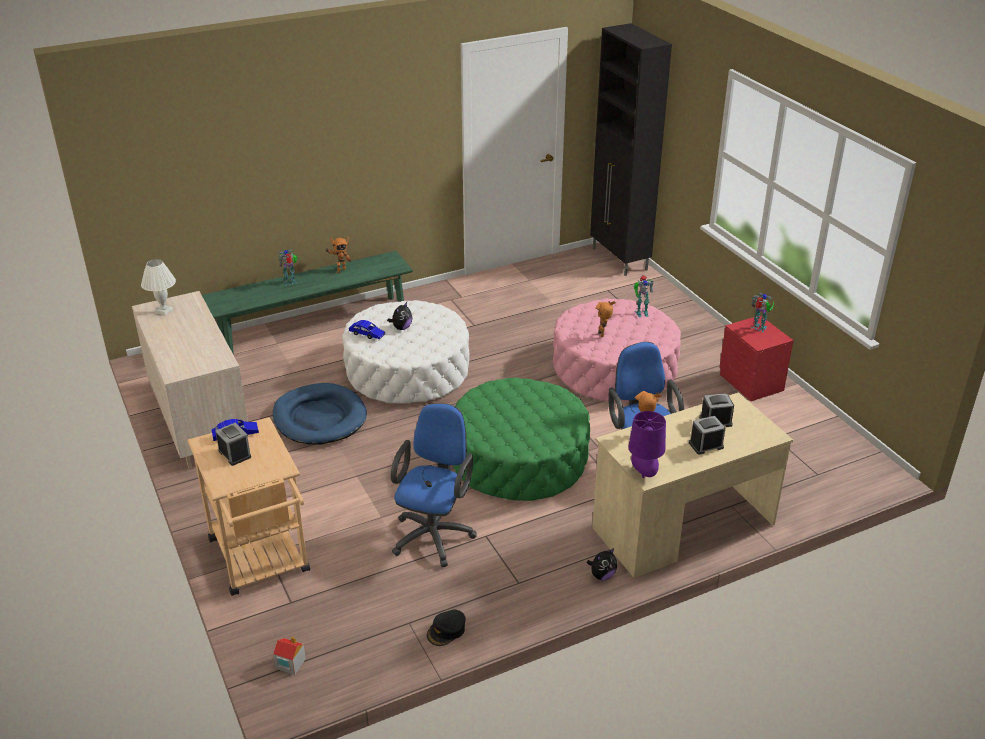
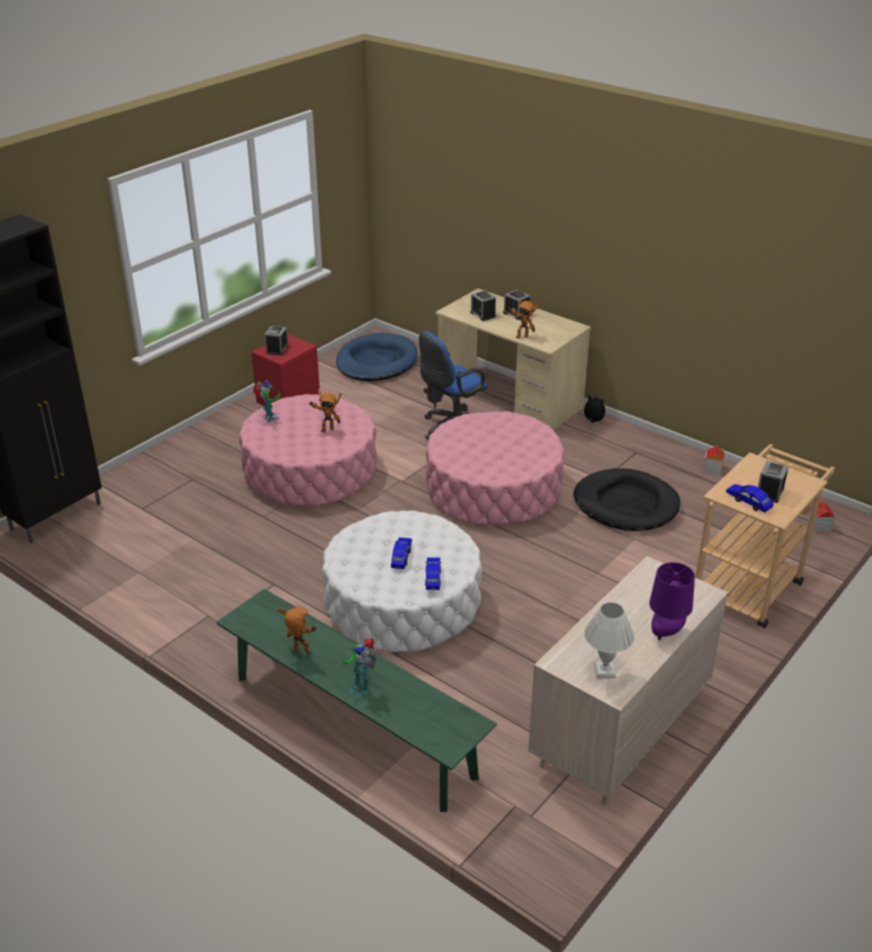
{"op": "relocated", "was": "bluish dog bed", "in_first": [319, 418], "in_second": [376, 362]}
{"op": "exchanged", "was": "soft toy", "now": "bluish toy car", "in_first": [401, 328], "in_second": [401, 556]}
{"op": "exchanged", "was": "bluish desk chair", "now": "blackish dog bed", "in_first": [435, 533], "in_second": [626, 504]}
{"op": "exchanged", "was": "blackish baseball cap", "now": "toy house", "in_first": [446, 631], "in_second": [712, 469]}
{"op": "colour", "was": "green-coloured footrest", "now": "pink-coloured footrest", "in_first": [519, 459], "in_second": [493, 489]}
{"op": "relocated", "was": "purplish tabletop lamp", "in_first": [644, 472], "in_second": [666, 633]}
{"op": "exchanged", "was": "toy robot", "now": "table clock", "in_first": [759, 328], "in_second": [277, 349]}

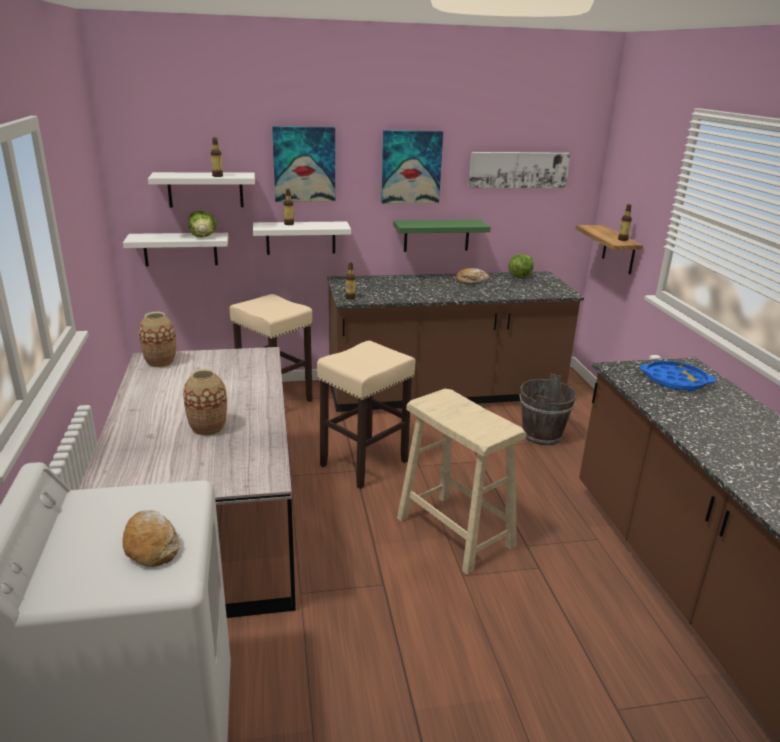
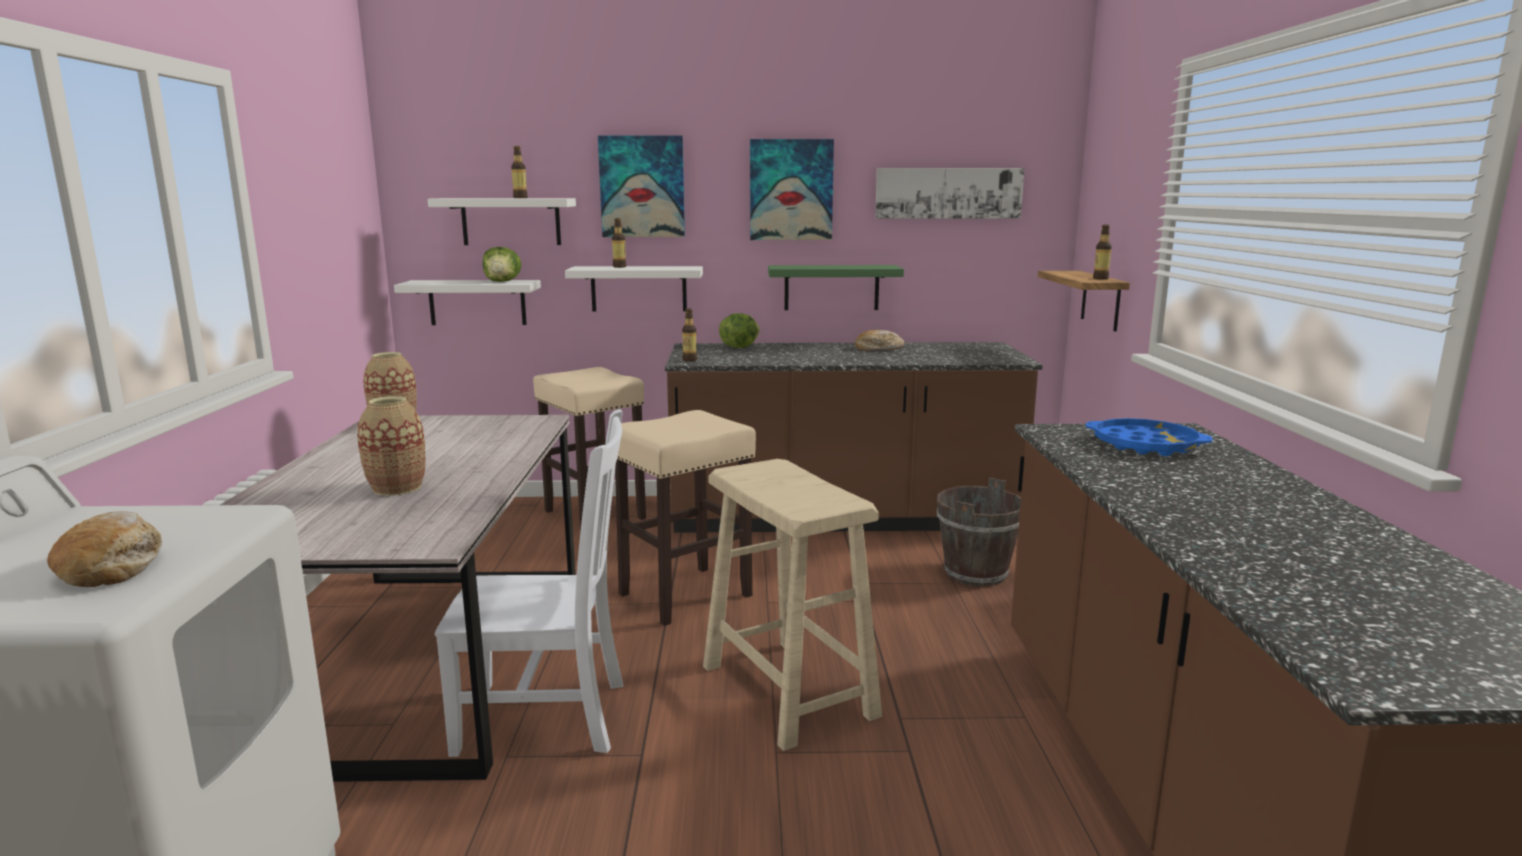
{"op": "relocated", "was": "lettuce head", "in_first": [519, 276], "in_second": [738, 347]}
{"op": "appeared", "now": "white-coloured upright chair", "in_second": [548, 717]}

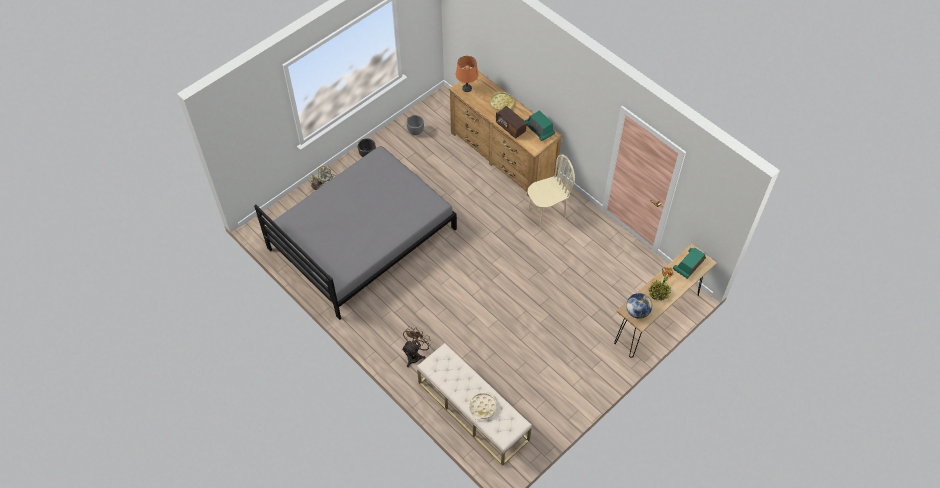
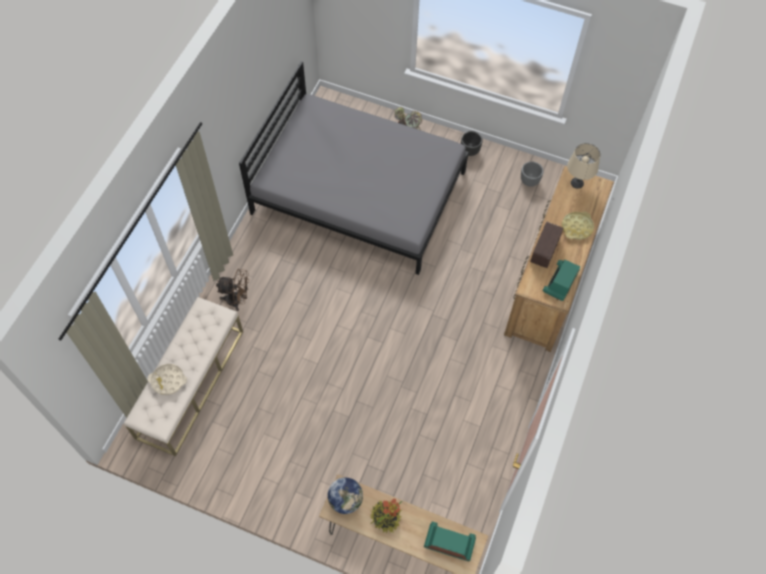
{"op": "colour", "was": "orangey tabletop lamp", "now": "beige tabletop lamp", "in_first": [467, 88], "in_second": [577, 183]}
{"op": "missing", "was": "beige upright chair", "in_first": [546, 213]}

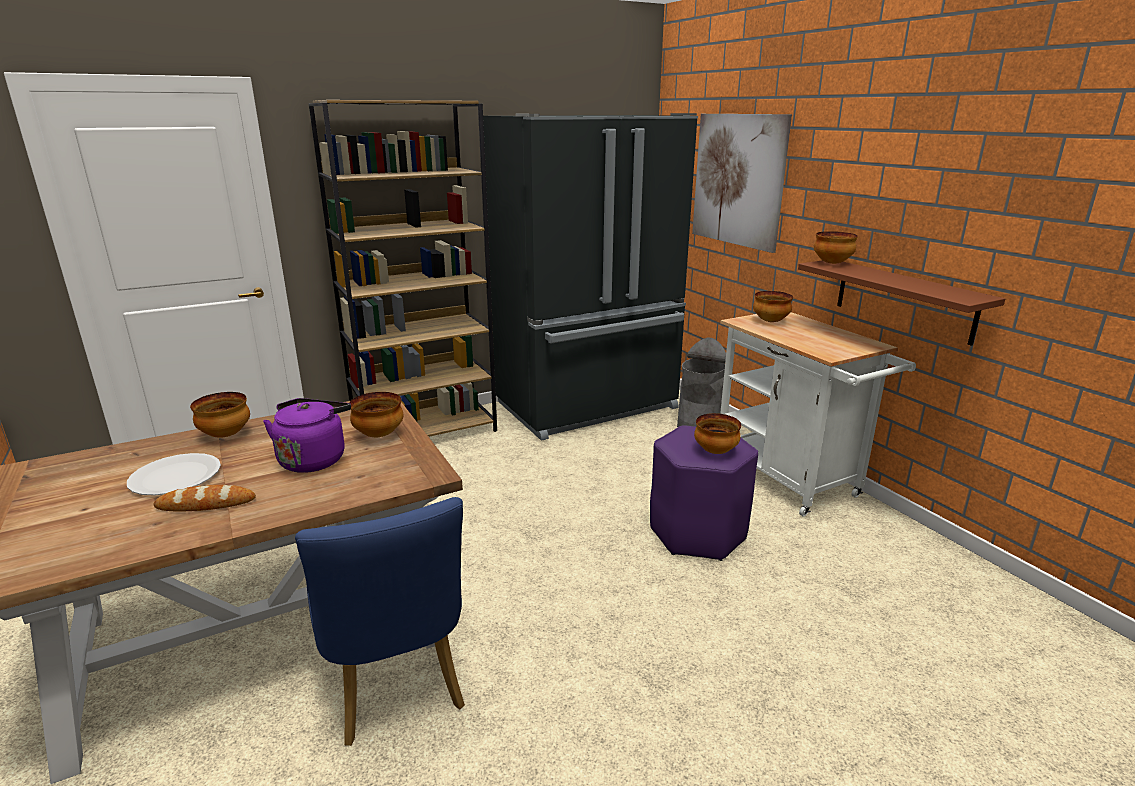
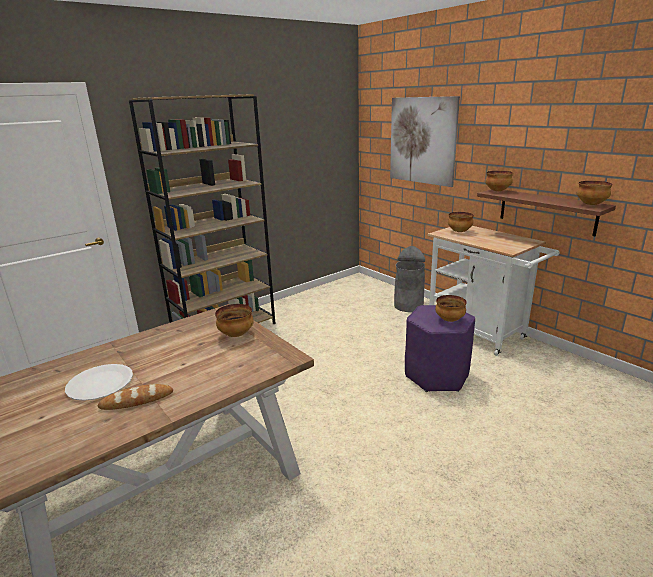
{"op": "relocated", "was": "deep dish", "in_first": [226, 435], "in_second": [591, 204]}
{"op": "missing", "was": "purplish water kettle", "in_first": [314, 459]}
{"op": "missing", "was": "bluish upright chair", "in_first": [396, 688]}
{"op": "missing", "was": "blackish kitchen fridge", "in_first": [589, 406]}

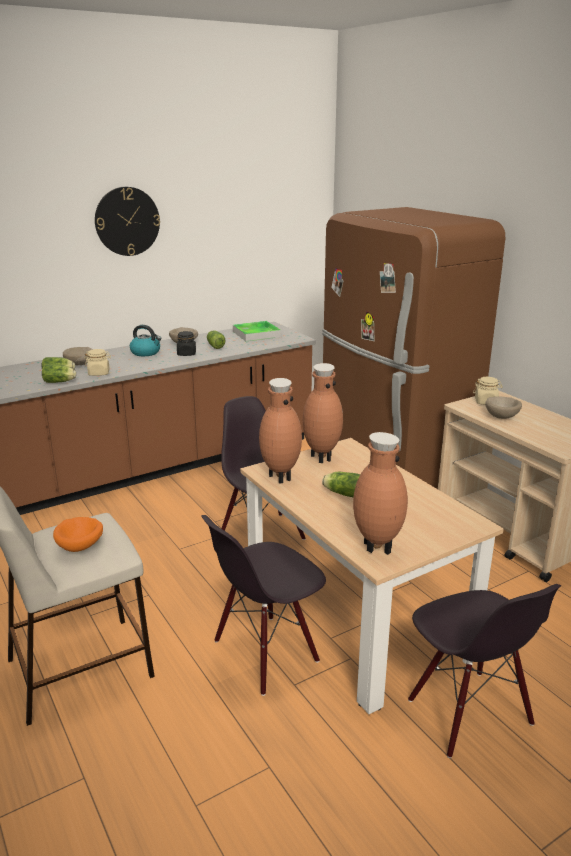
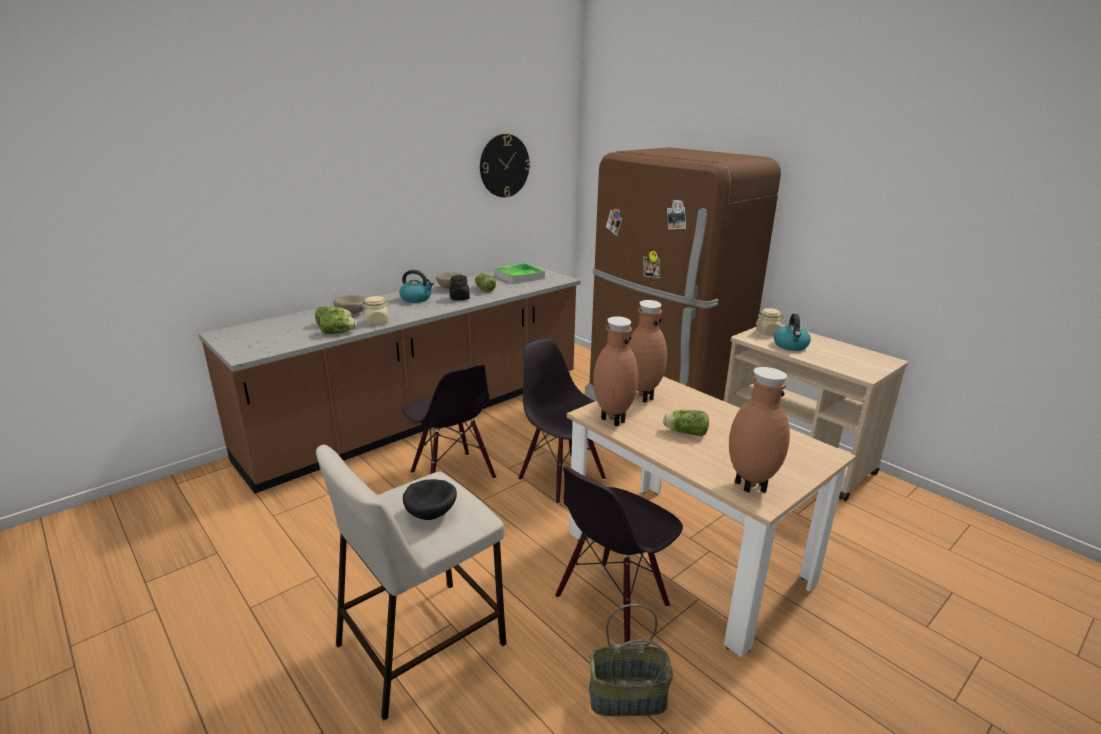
{"op": "colour", "was": "orangey deep dish", "now": "blackish deep dish", "in_first": [81, 546], "in_second": [432, 512]}
{"op": "relocated", "was": "wall clock", "in_first": [127, 221], "in_second": [504, 166]}
{"op": "relocated", "was": "blackish upright chair", "in_first": [468, 713], "in_second": [451, 476]}
{"op": "exchanged", "was": "beige deep dish", "now": "water kettle", "in_first": [502, 417], "in_second": [791, 346]}
{"op": "appeared", "now": "basket", "in_second": [627, 698]}

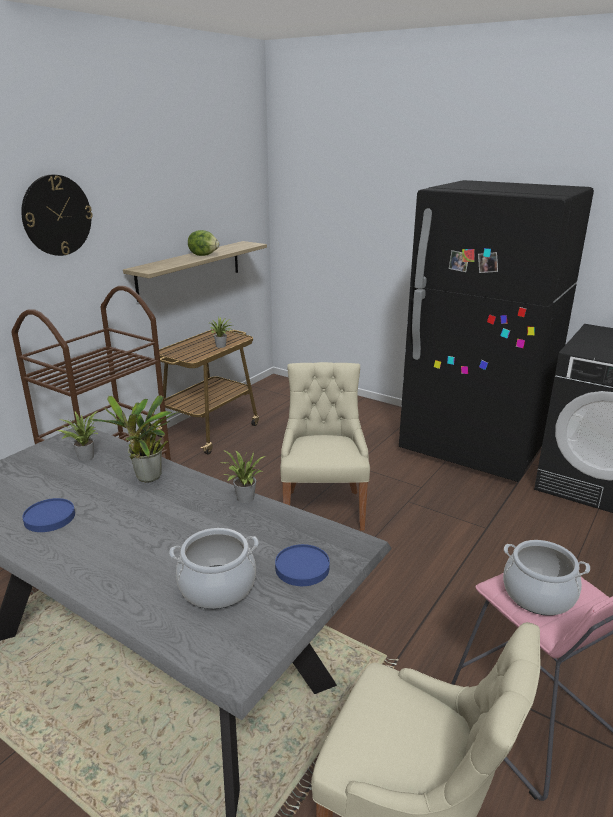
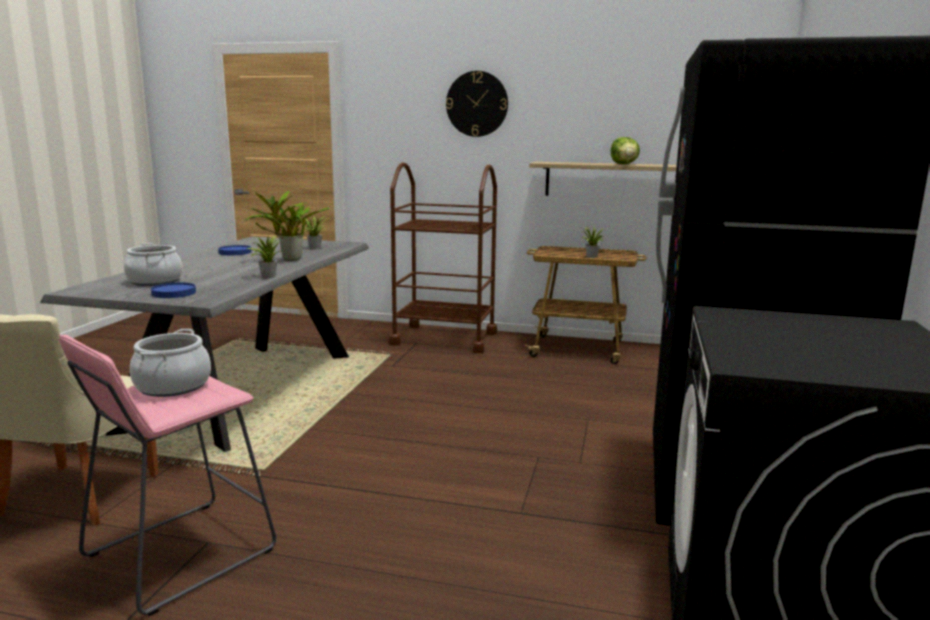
{"op": "missing", "was": "beige upright chair", "in_first": [323, 508]}

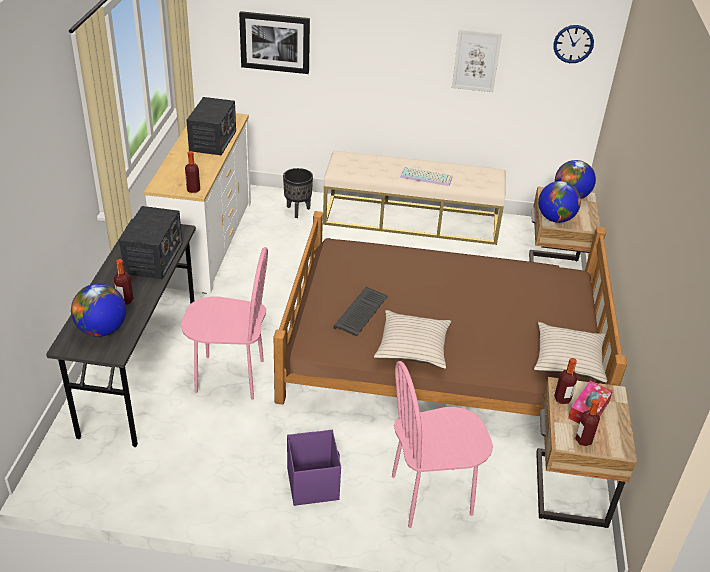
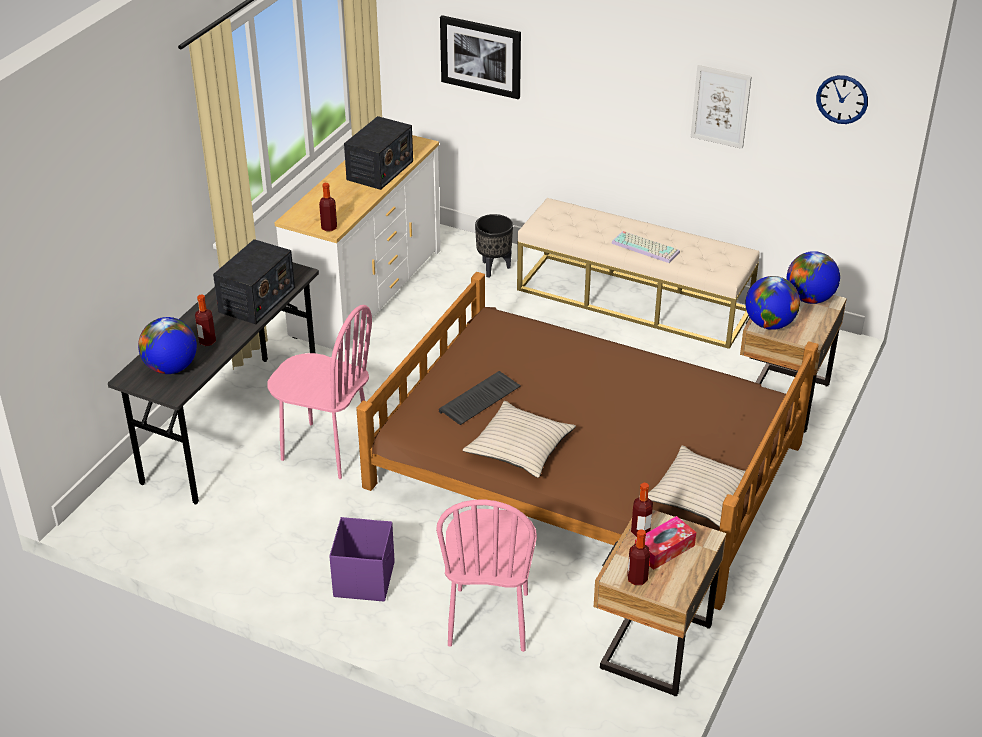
{"op": "spun", "was": "pink-coloured upright chair", "in_first": [431, 495], "in_second": [489, 619], "clockwise": -90}

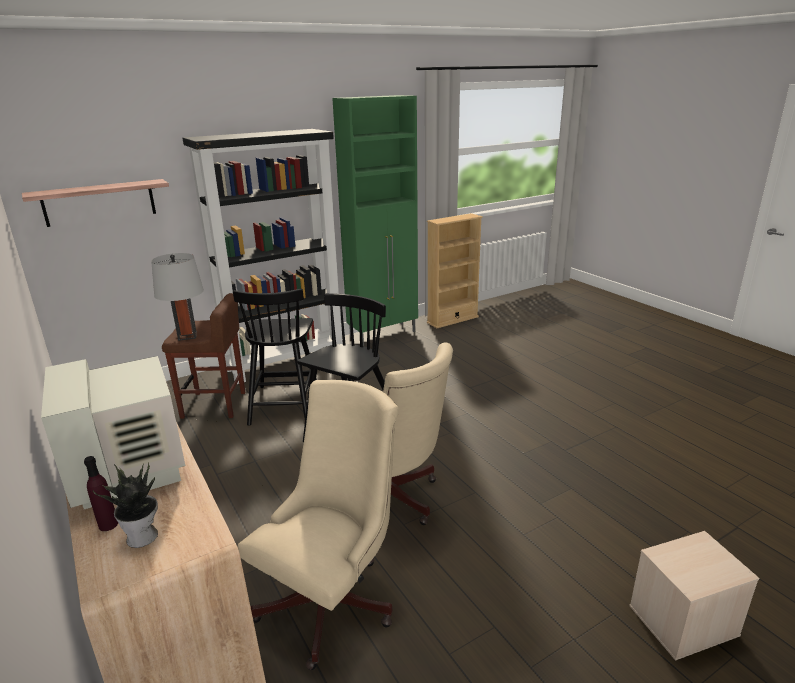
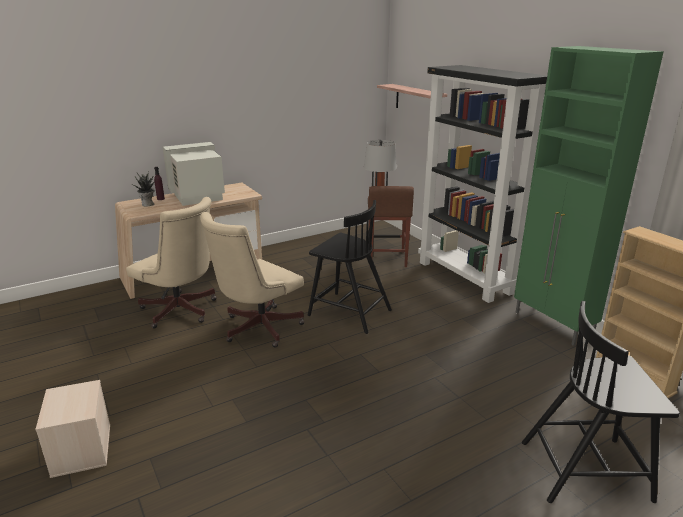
{"op": "relocated", "was": "blackish upright chair", "in_first": [284, 403], "in_second": [587, 470]}

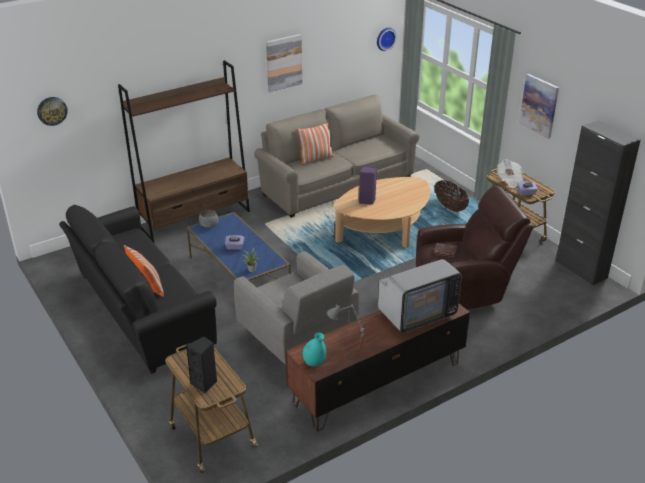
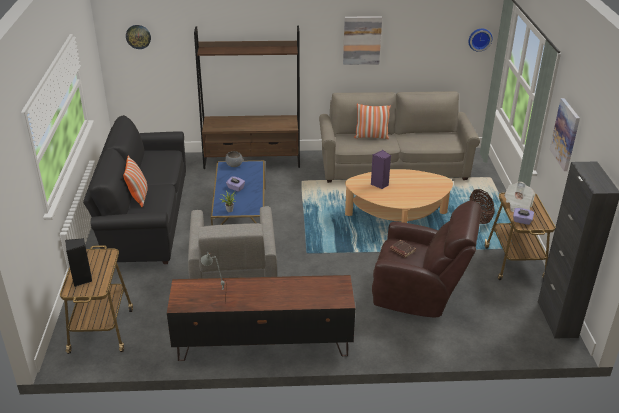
{"op": "missing", "was": "blue-green decorative vase", "in_first": [314, 362]}
{"op": "missing", "was": "TV set", "in_first": [417, 313]}

